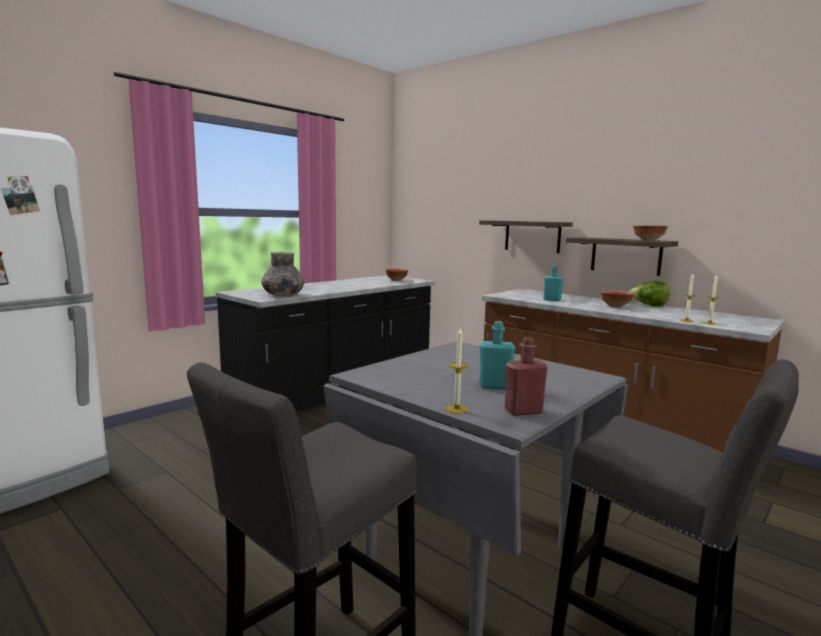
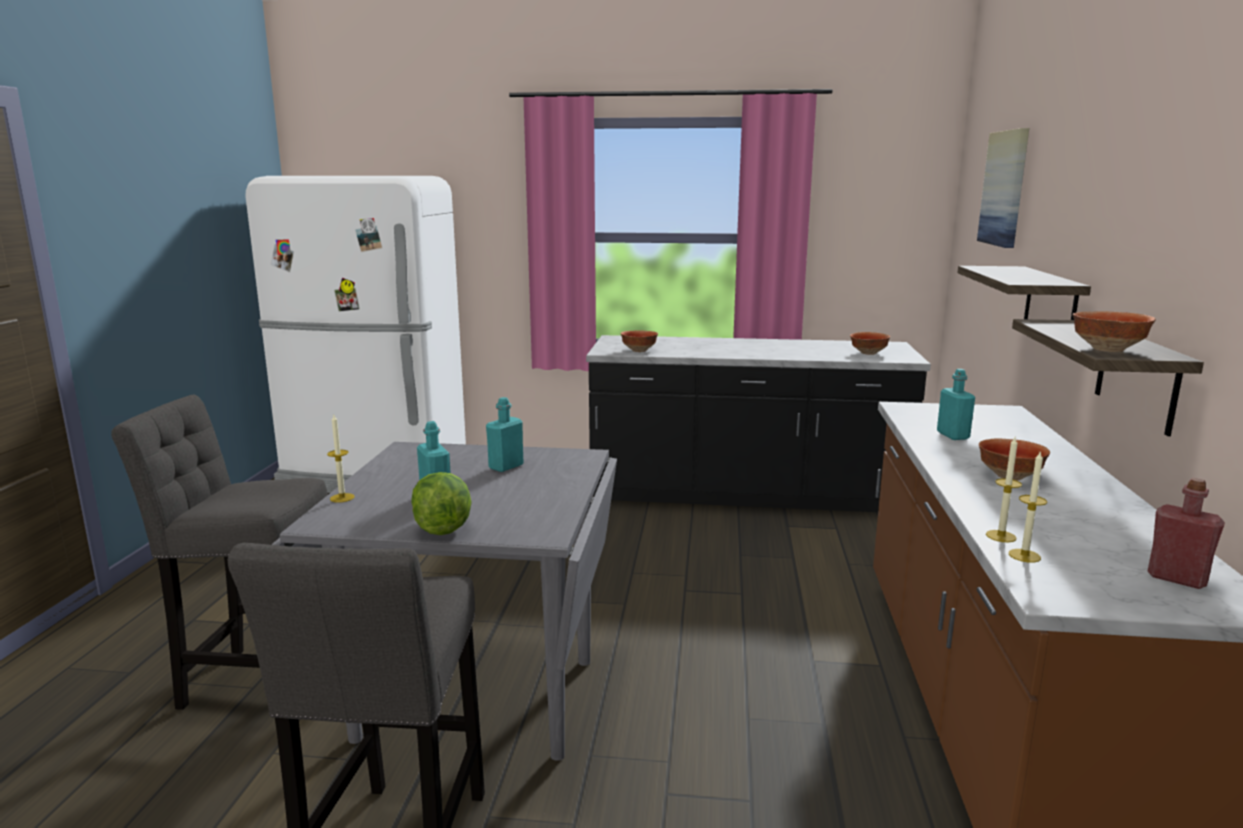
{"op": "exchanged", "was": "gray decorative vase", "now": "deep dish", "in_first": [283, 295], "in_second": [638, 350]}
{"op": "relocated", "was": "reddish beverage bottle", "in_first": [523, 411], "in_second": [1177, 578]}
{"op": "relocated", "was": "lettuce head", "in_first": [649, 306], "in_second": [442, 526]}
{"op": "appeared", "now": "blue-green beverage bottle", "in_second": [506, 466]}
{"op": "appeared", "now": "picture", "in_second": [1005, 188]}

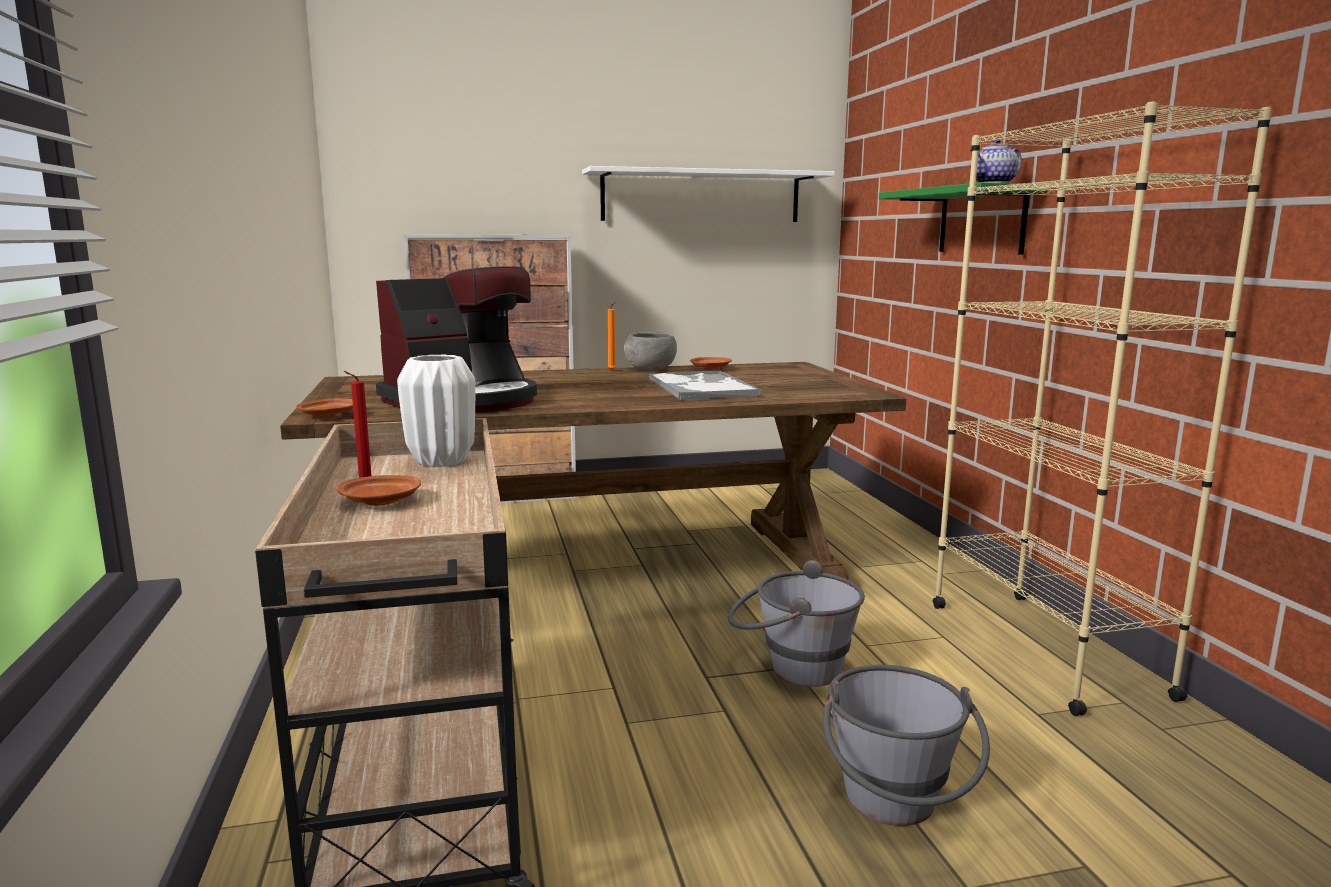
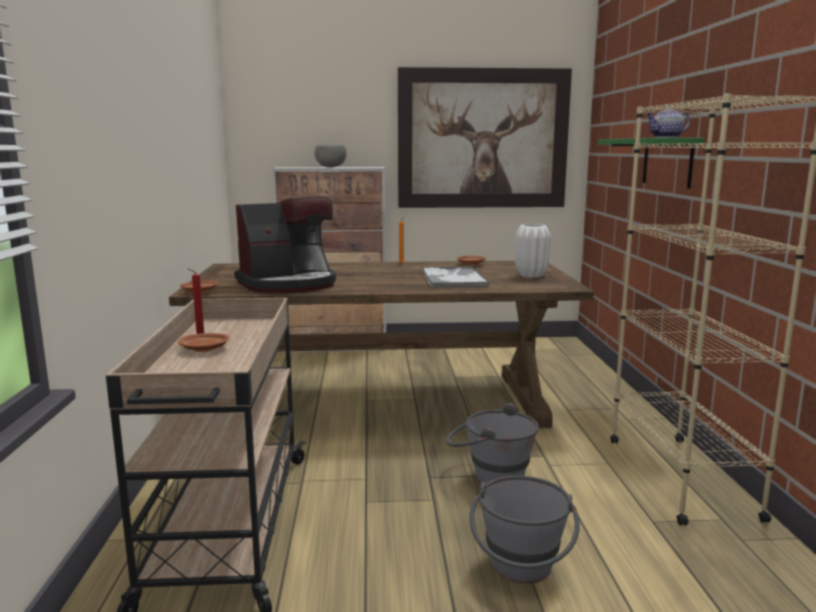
{"op": "relocated", "was": "white-coloured decorative vase", "in_first": [441, 461], "in_second": [531, 275]}
{"op": "exchanged", "was": "white-coloured bracket shelf", "now": "picture", "in_first": [701, 196], "in_second": [482, 139]}
{"op": "relocated", "was": "gray deep dish", "in_first": [650, 370], "in_second": [330, 167]}

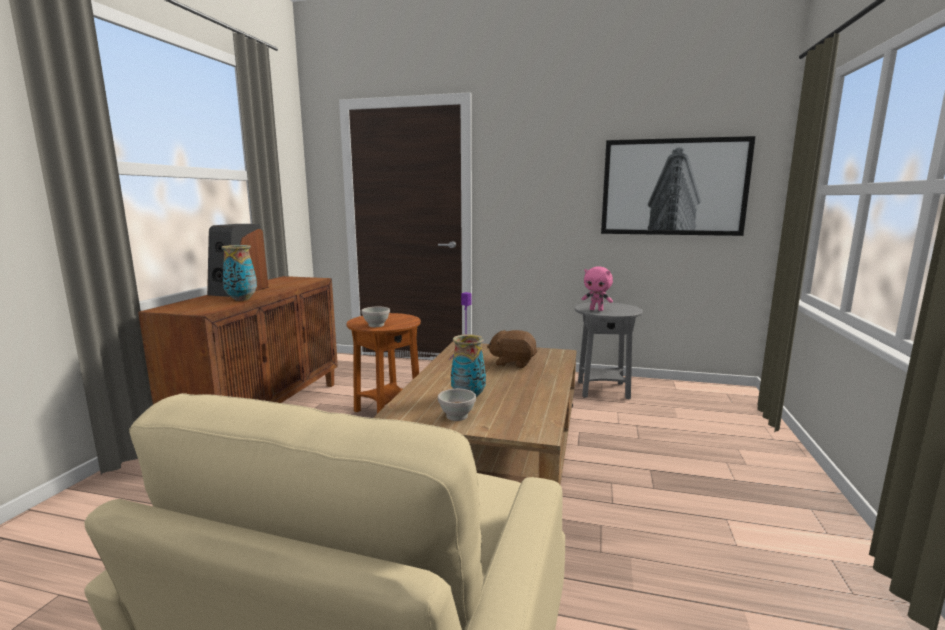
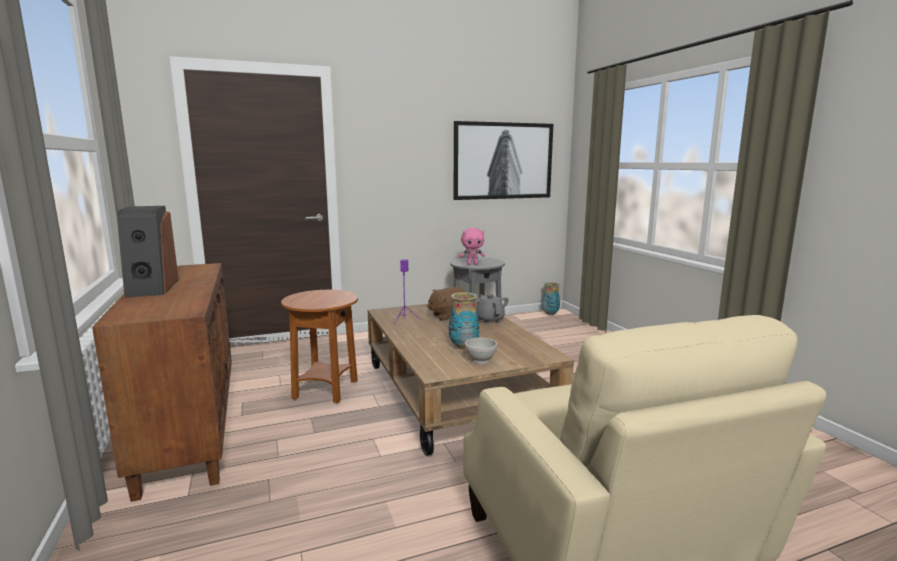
{"op": "relocated", "was": "decorative vase", "in_first": [241, 299], "in_second": [550, 314]}
{"op": "missing", "was": "white-coloured deep dish", "in_first": [376, 325]}
{"op": "appeared", "now": "gray tea pot", "in_second": [489, 320]}

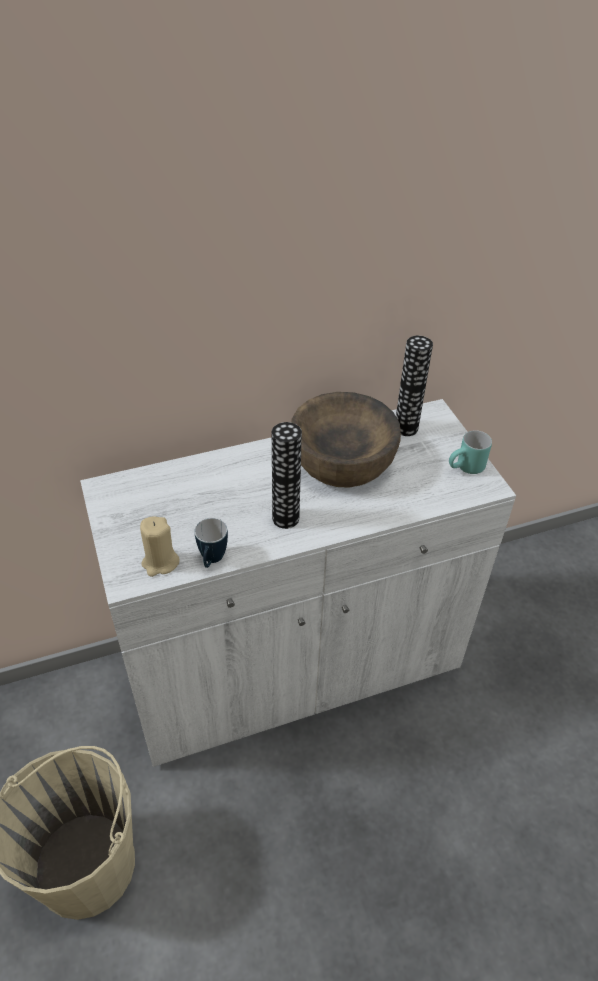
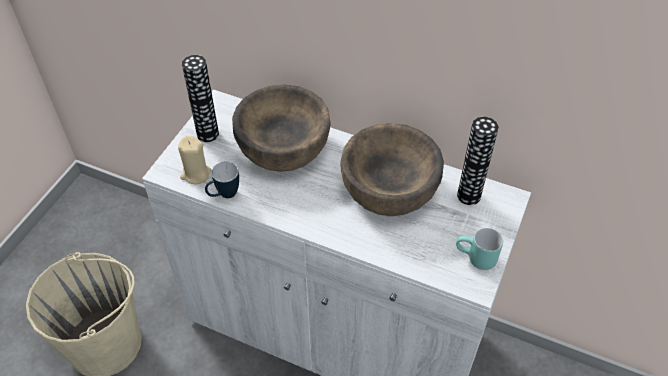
{"op": "relocated", "was": "decorative vase", "in_first": [285, 518], "in_second": [207, 134]}
{"op": "appeared", "now": "brown-coloured deep dish", "in_second": [283, 146]}

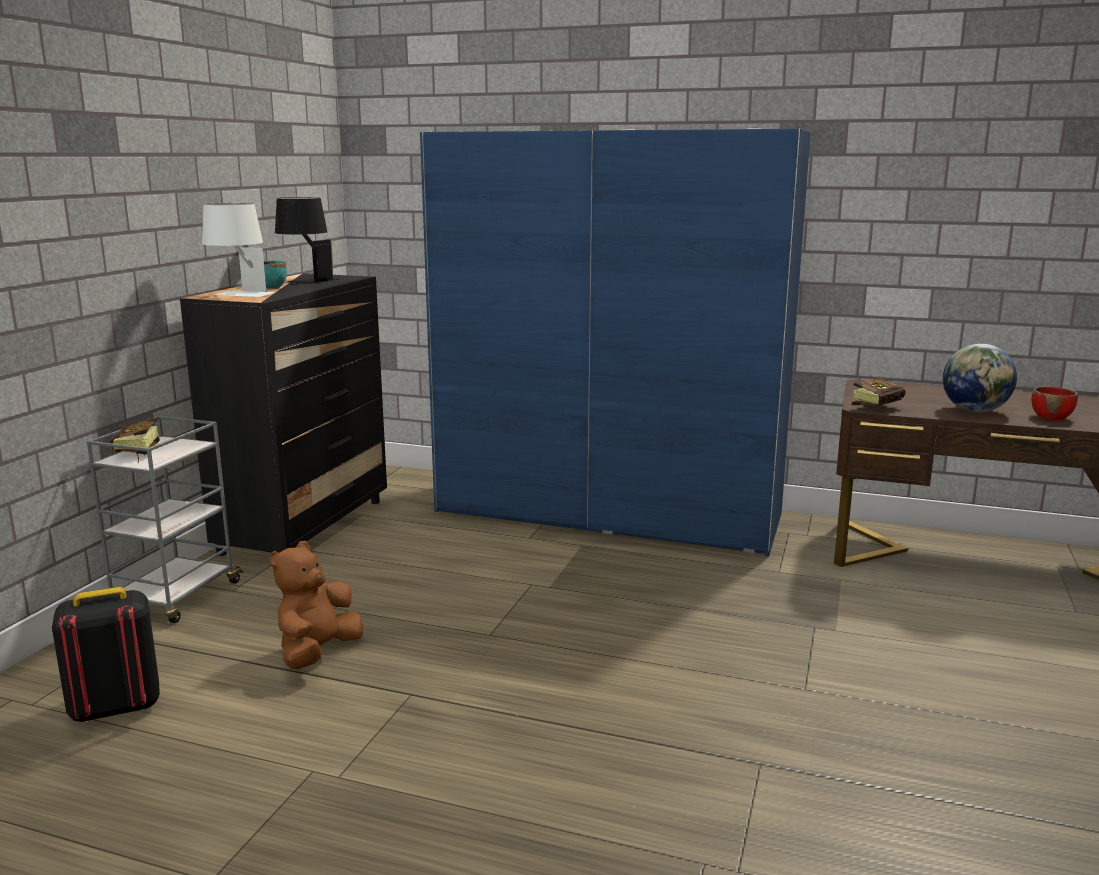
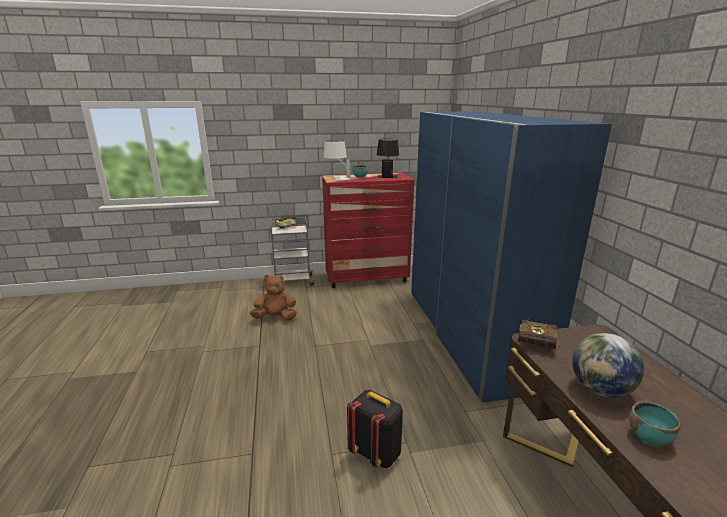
{"op": "relocated", "was": "blackish backpack", "in_first": [115, 708], "in_second": [376, 453]}
{"op": "colour", "was": "blackish dresser", "now": "reddish dresser", "in_first": [306, 526], "in_second": [367, 278]}
{"op": "colour", "was": "reddish deep dish", "now": "blue-green deep dish", "in_first": [1051, 417], "in_second": [649, 437]}

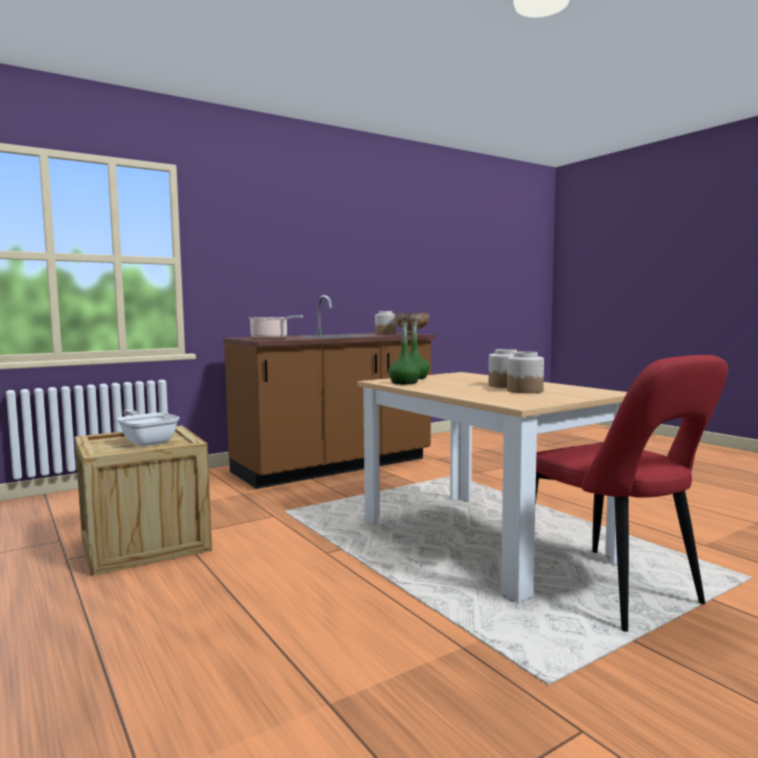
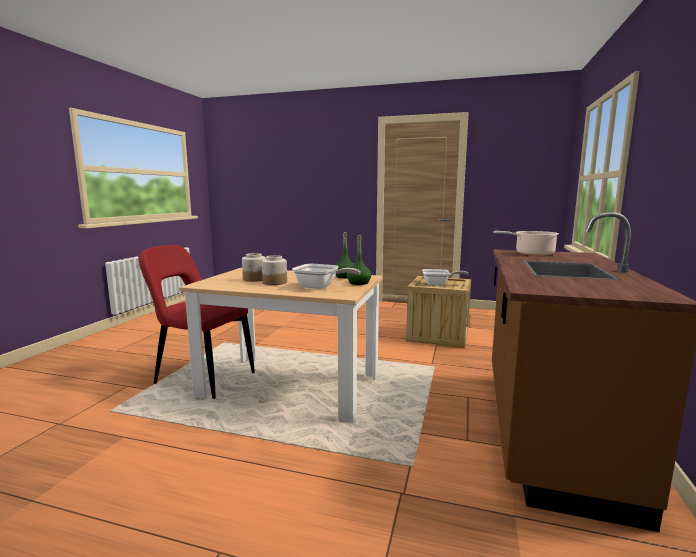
{"op": "missing", "was": "storage jar", "in_first": [385, 334]}
{"op": "missing", "was": "deep dish", "in_first": [411, 334]}
{"op": "appeared", "now": "skillet", "in_second": [320, 287]}

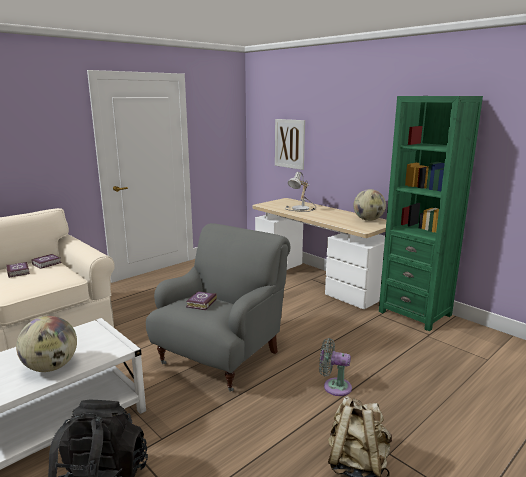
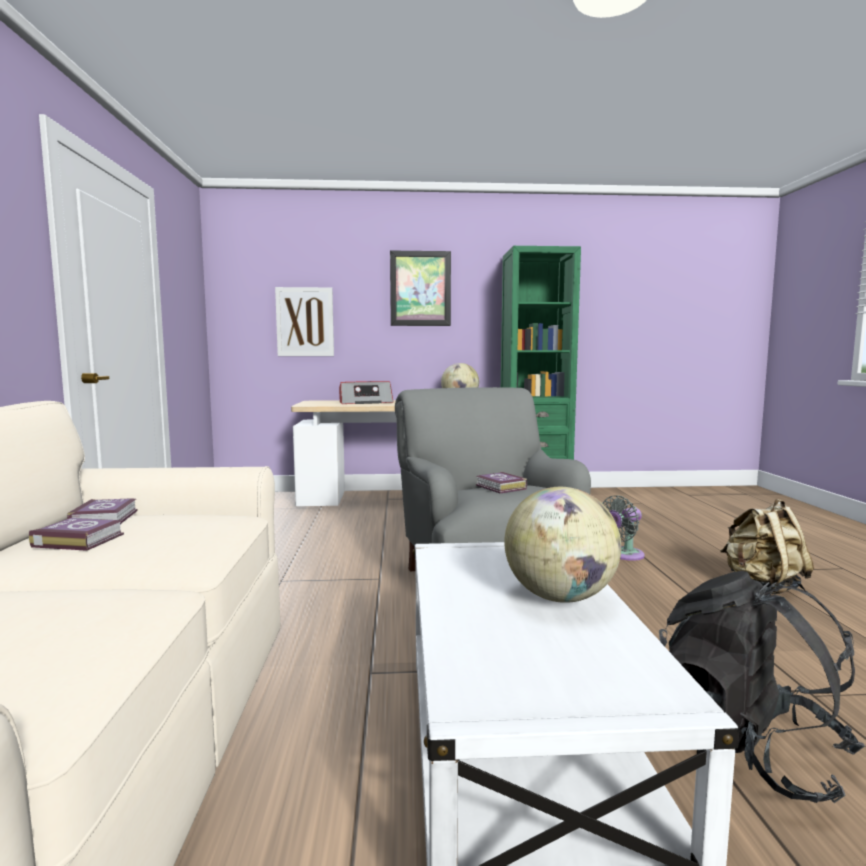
{"op": "exchanged", "was": "tabletop lamp", "now": "radio", "in_first": [301, 209], "in_second": [365, 402]}
{"op": "appeared", "now": "picture", "in_second": [420, 288]}

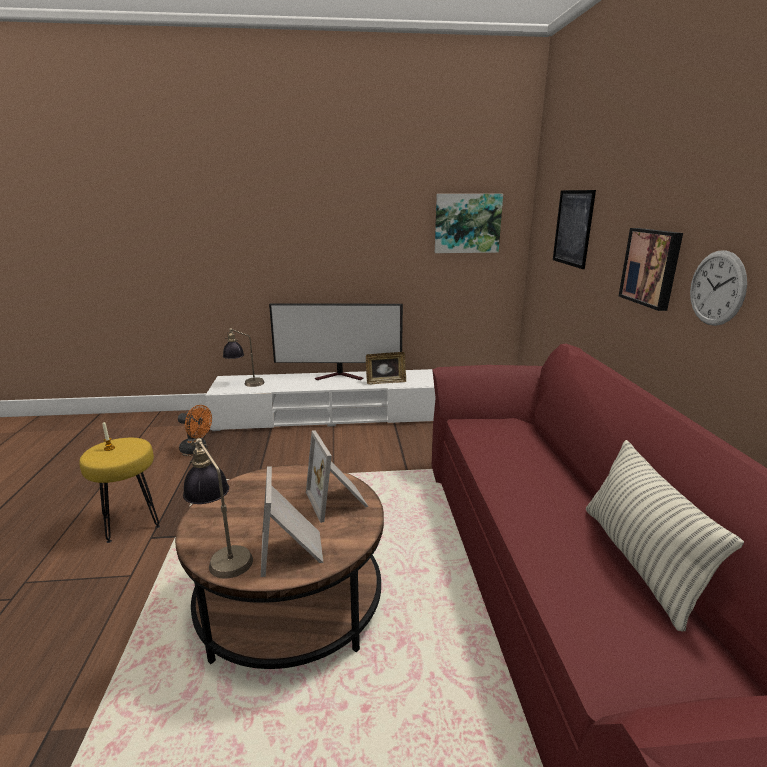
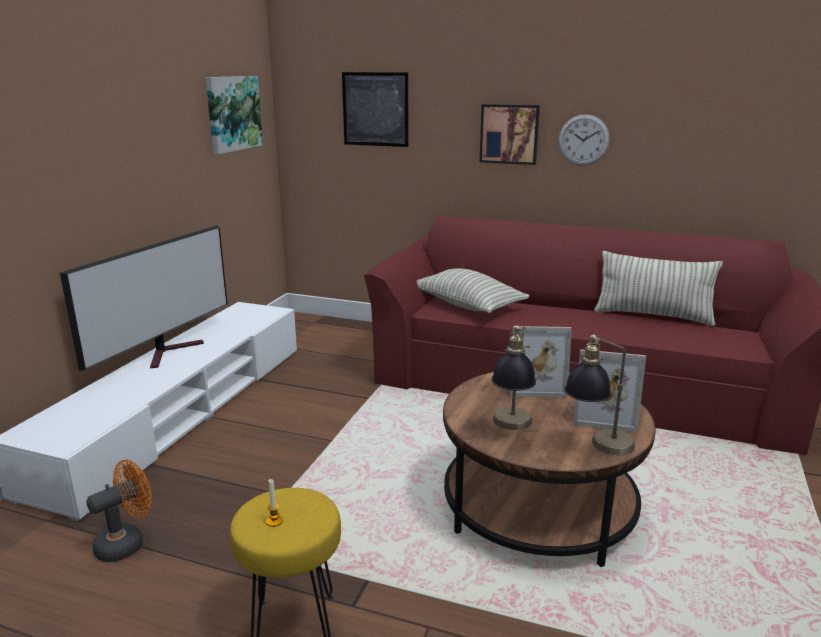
{"op": "relocated", "was": "tabletop lamp", "in_first": [245, 383], "in_second": [511, 429]}
{"op": "missing", "was": "picture frame", "in_first": [385, 382]}
{"op": "appeared", "now": "throw pillow", "in_second": [467, 305]}

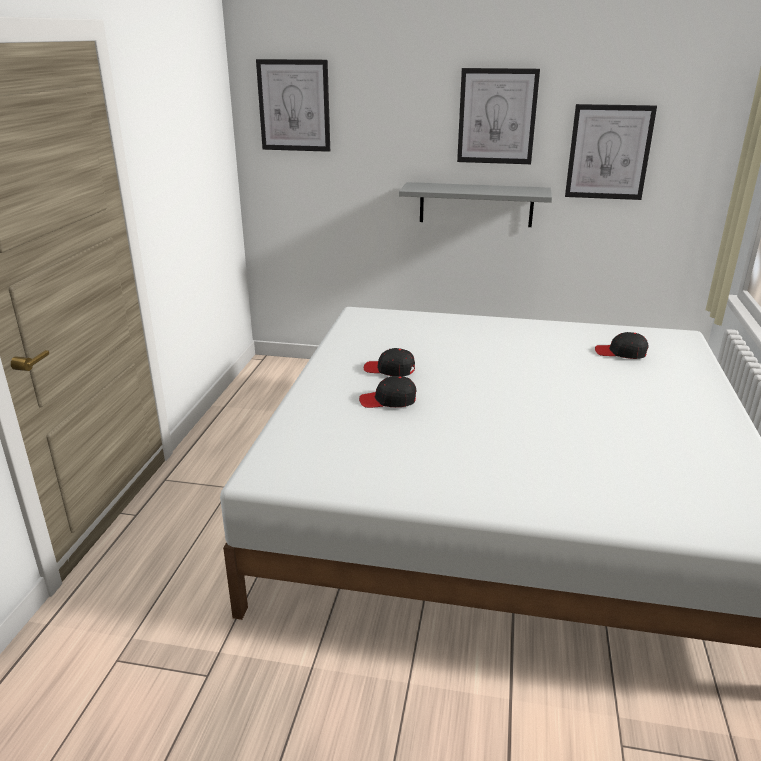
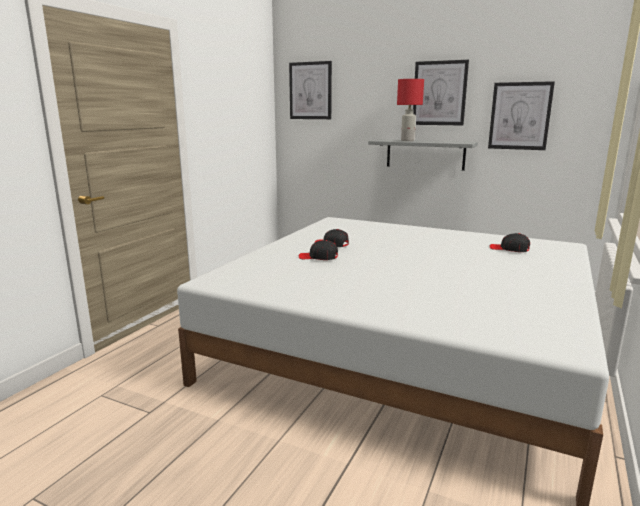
{"op": "appeared", "now": "reddish tabletop lamp", "in_second": [408, 140]}

